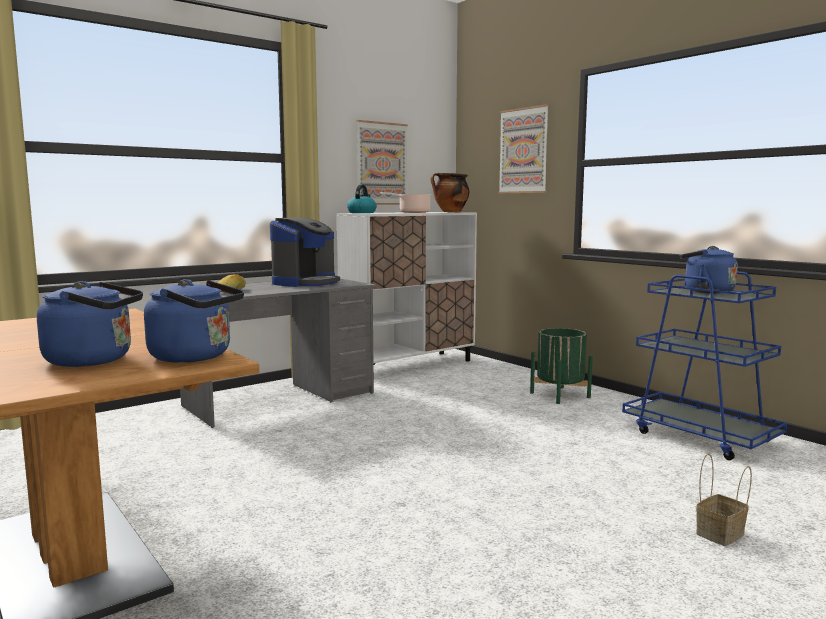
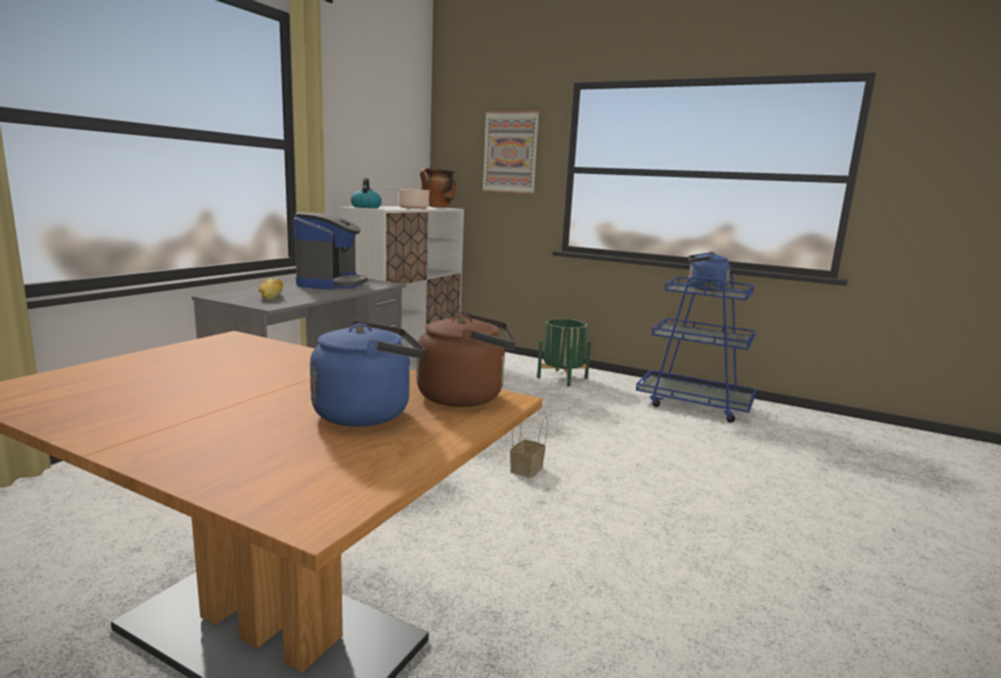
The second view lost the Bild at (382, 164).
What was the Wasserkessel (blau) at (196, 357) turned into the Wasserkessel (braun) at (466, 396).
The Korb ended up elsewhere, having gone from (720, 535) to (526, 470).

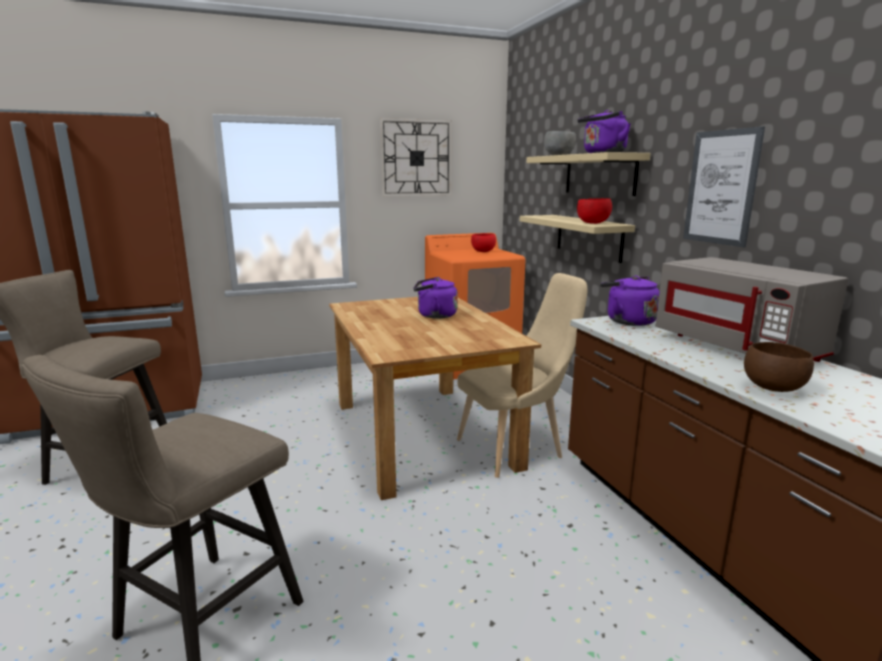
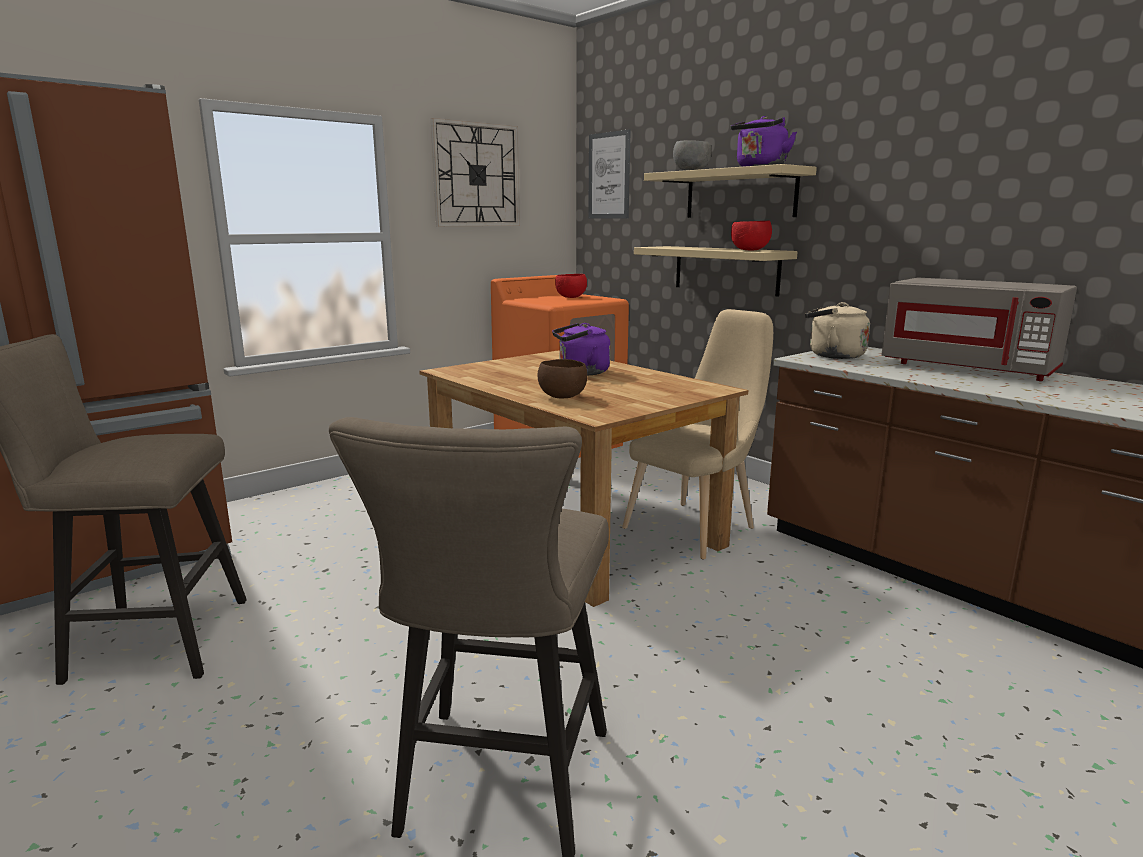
The Bild ended up elsewhere, having gone from (721, 187) to (609, 176).
What was the Wasserkessel (lila) at (627, 321) turned into the Wasserkessel (beige) at (832, 355).
The Schüssel (braun) ended up elsewhere, having gone from (772, 388) to (562, 397).

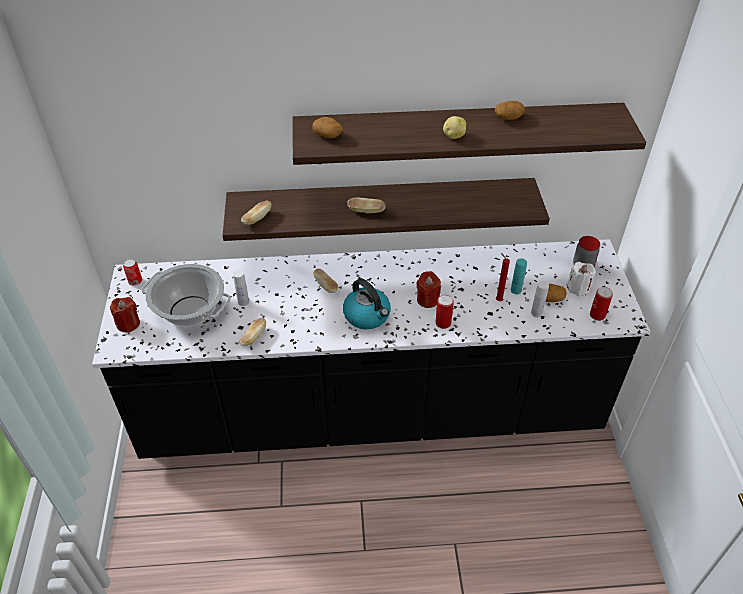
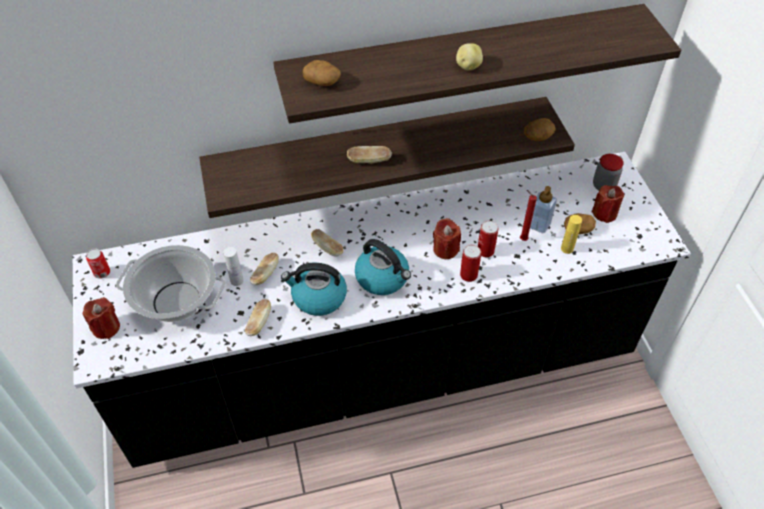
The Kartoffel ended up elsewhere, having gone from (508, 117) to (538, 137).
The Brot ended up elsewhere, having gone from (257, 218) to (265, 274).
Where the Flasche (türkis) stood at (516, 290), the Seifenspender came to stand at (539, 225).
What was the Kerze (weiß) at (578, 288) turned into the Kerze (rot) at (604, 213).
What was the Flasche (weiß) at (536, 313) turned into the Flasche (gelb) at (567, 249).
The Dose ended up elsewhere, having gone from (597, 315) to (485, 251).
The second view gained the Wasserkessel at (318, 297).

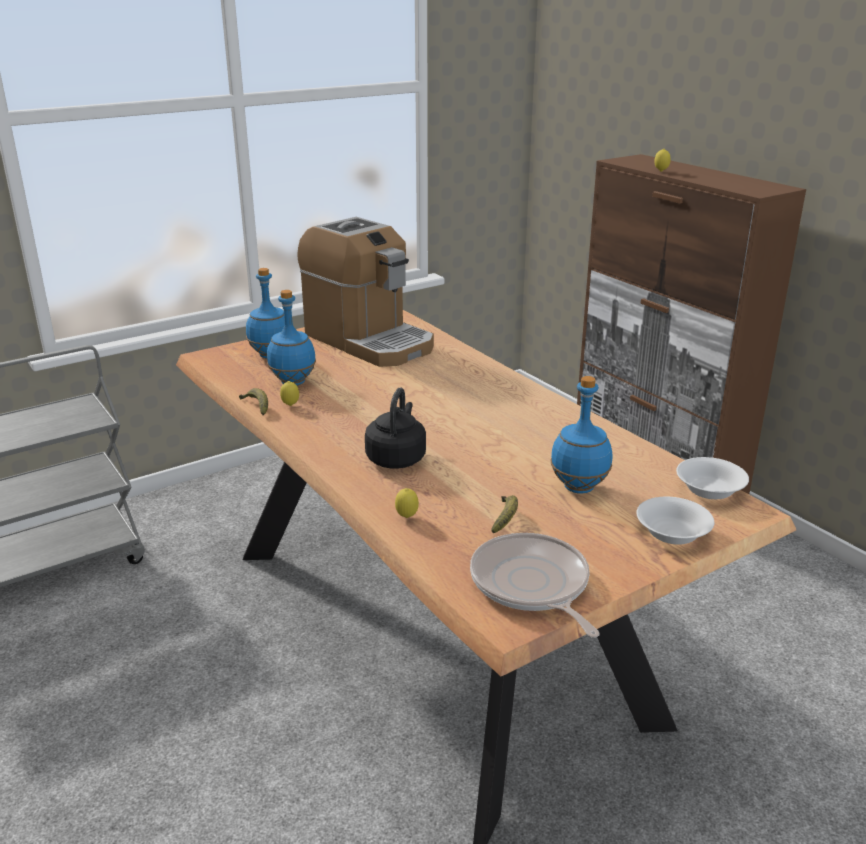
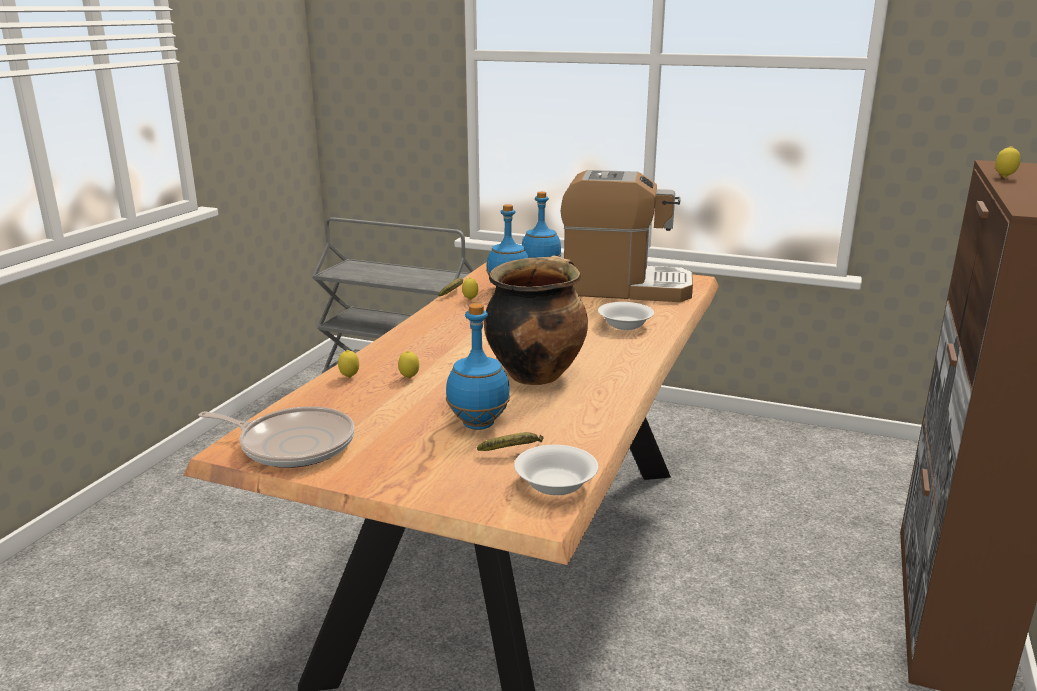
The Kaffeemaschine at (369, 341) ended up facing another way, 90 degrees counterclockwise from before.
The second view lost the Wasserkessel (schwarz) at (397, 457).
The Banane ended up elsewhere, having gone from (505, 519) to (513, 451).
The Schüssel (weiß) ended up elsewhere, having gone from (671, 533) to (625, 325).
The Pfanne at (531, 585) ended up facing another way, 75 degrees clockwise from before.
The second view gained the Kochtopf at (535, 373).
The second view gained the Zitrone at (409, 378).

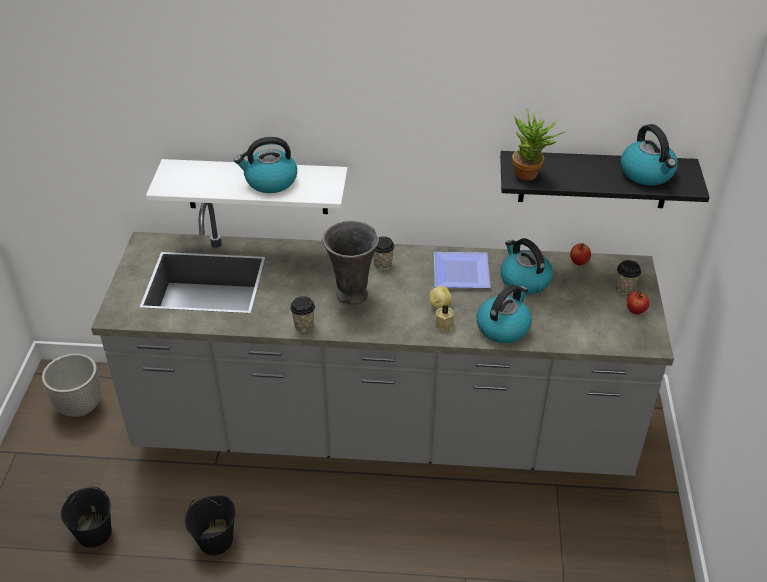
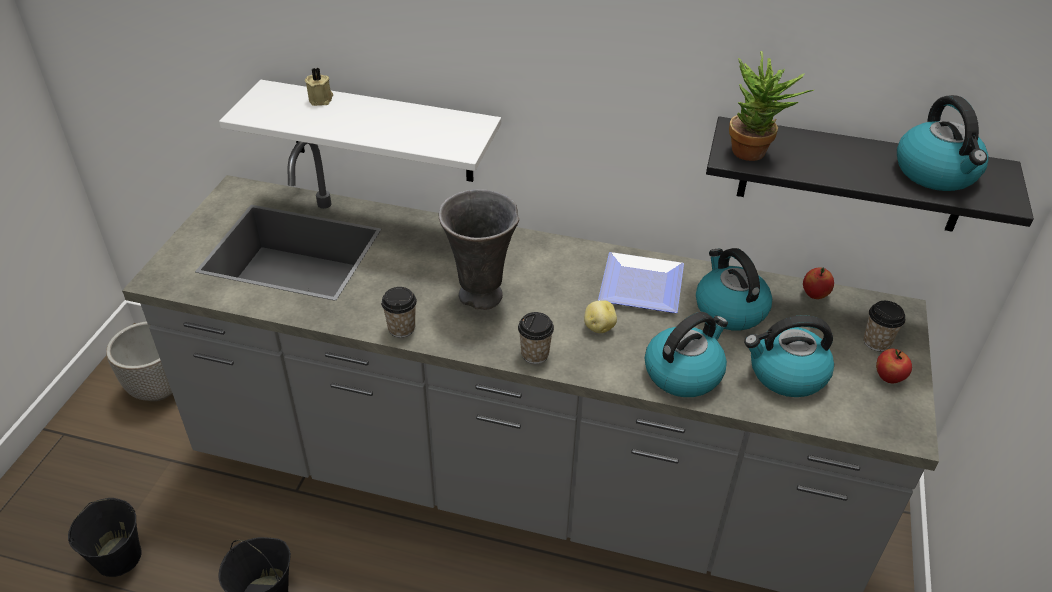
The Wasserkessel ended up elsewhere, having gone from (270, 181) to (786, 374).
The Tasse ended up elsewhere, having gone from (383, 264) to (535, 354).
The Kerze (beige) ended up elsewhere, having gone from (445, 324) to (321, 99).

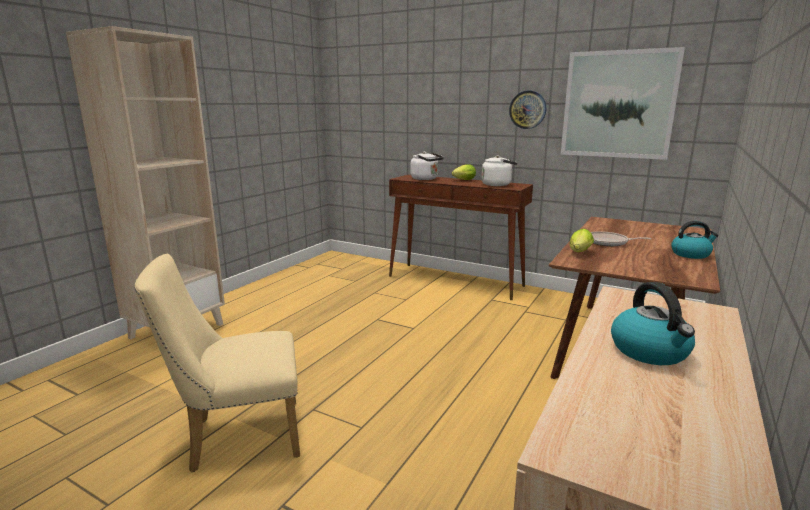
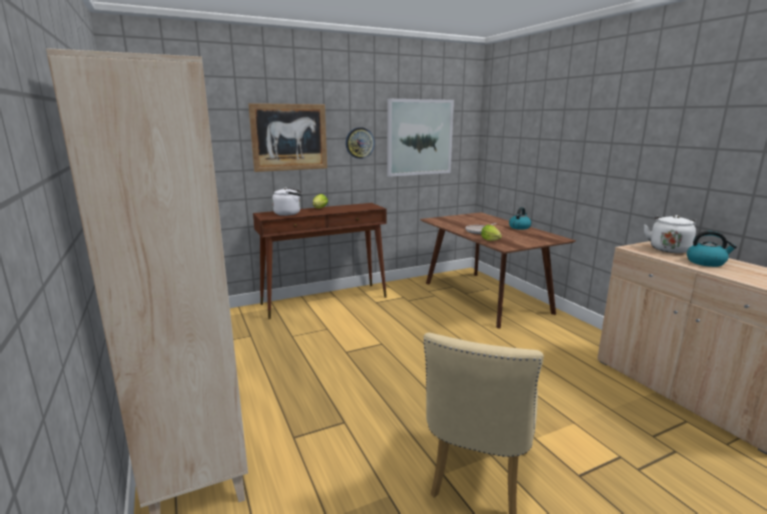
The Wasserkessel (weiß) ended up elsewhere, having gone from (498, 184) to (668, 249).
The second view gained the Bild at (289, 137).

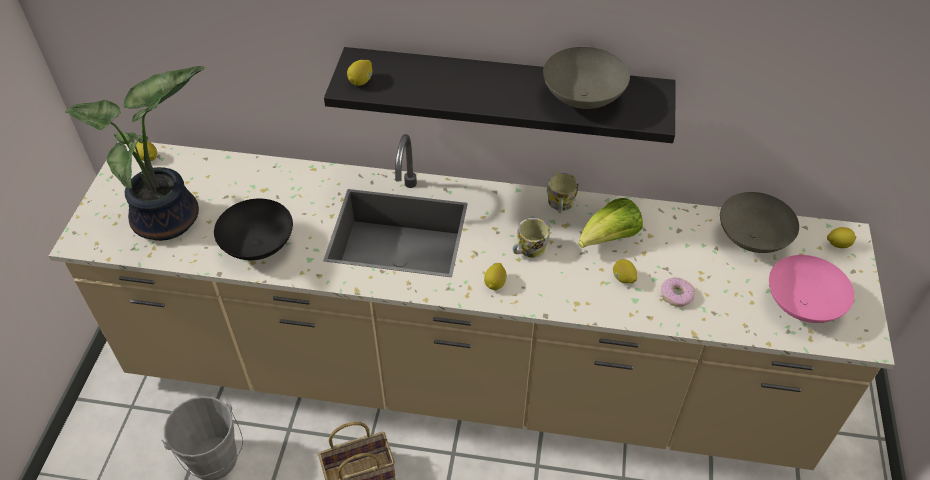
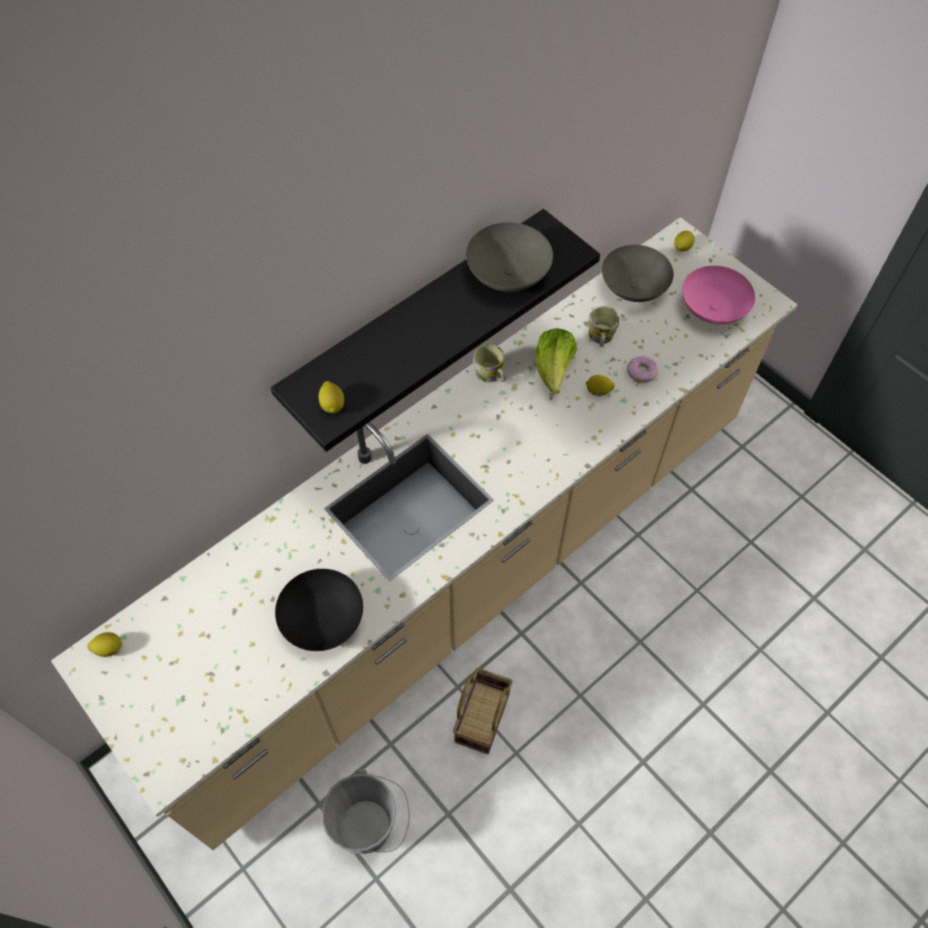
The second view lost the Topfpflanze at (170, 221).
The Henkelbecher ended up elsewhere, having gone from (528, 249) to (601, 337).
The second view lost the Zitrone at (495, 283).

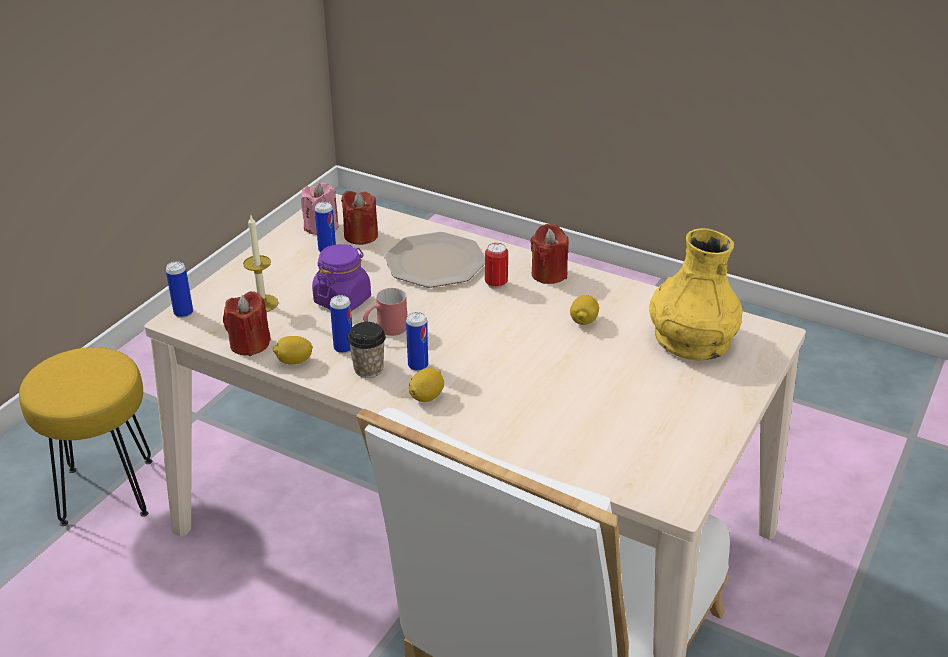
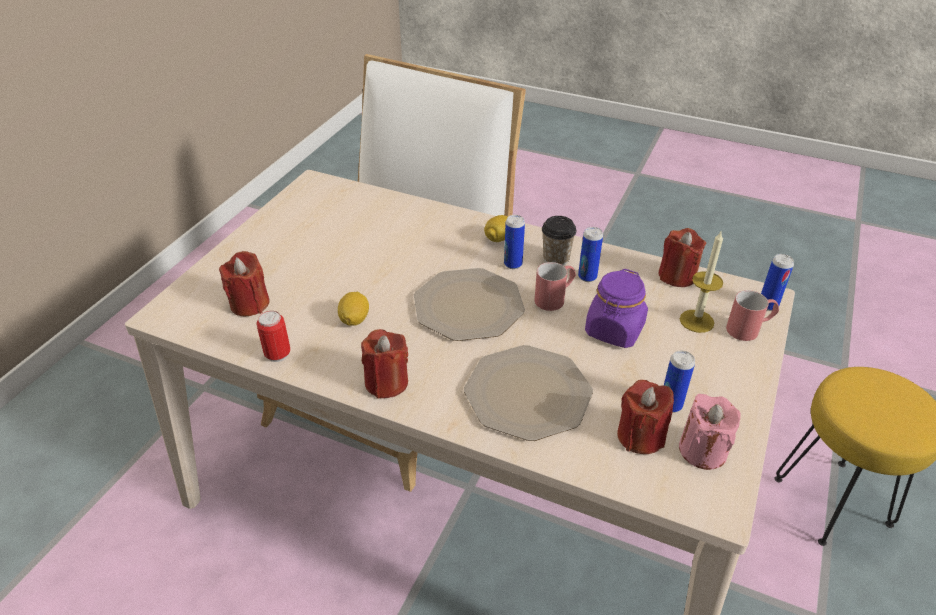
Where the Vase (gelb) stood at (691, 340), the Kerze (rot) came to stand at (250, 304).
The Dose ended up elsewhere, having gone from (496, 284) to (278, 354).
The second view lost the Zitrone at (294, 361).
The second view gained the Teller at (468, 306).
The second view gained the Henkelbecher (rot) at (749, 329).

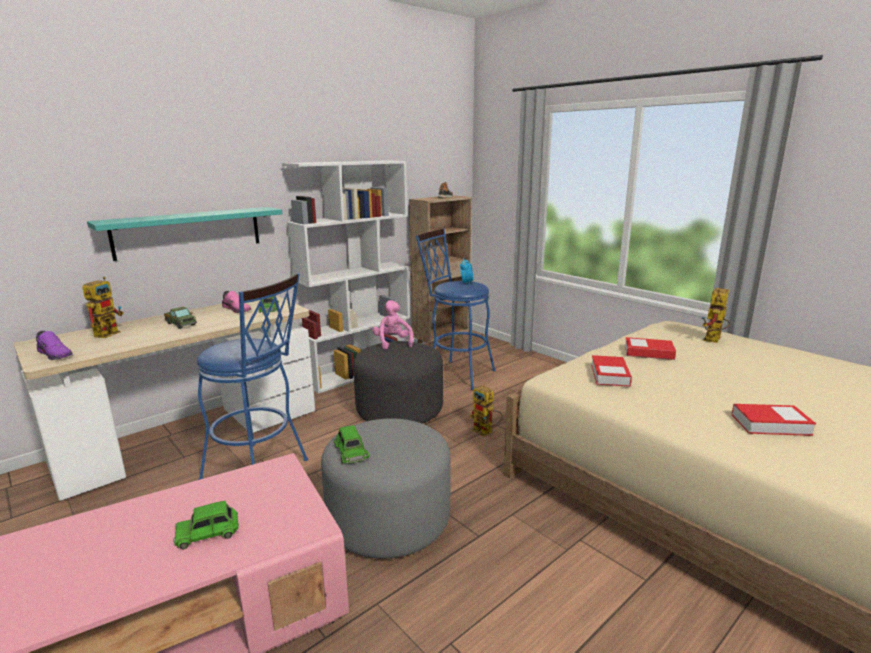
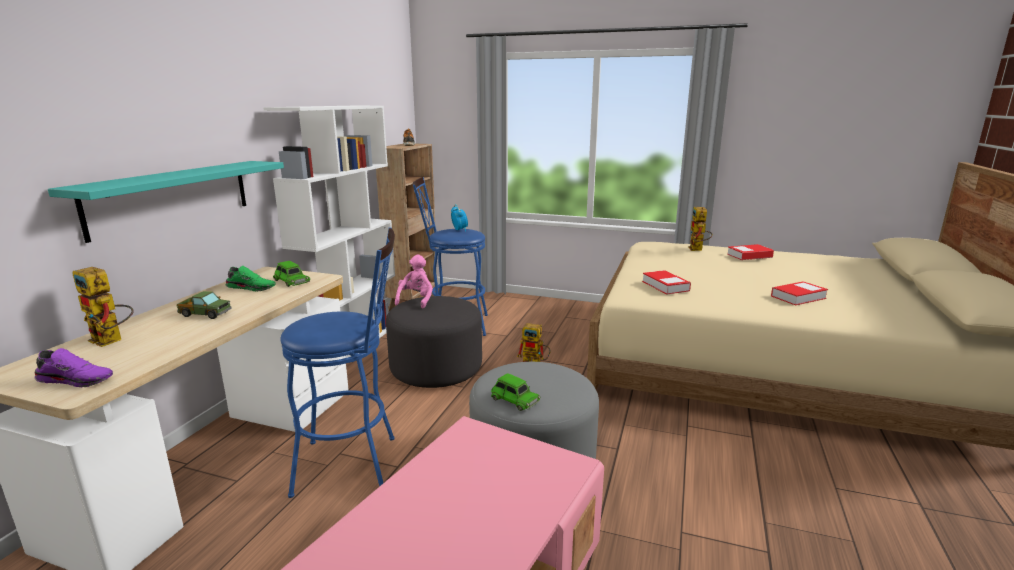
The Spielzeugroboter at (109, 332) ended up facing another way, 135 degrees clockwise from before.
What was the Schuh (rosa) at (237, 309) turned into the Schuh (grün) at (252, 288).
The Plüschtier (rosa) at (392, 343) ended up facing another way, 60 degrees clockwise from before.
The Buch ended up elsewhere, having gone from (648, 353) to (749, 256).
The second view lost the Spielzeugauto (grün) at (208, 532).

